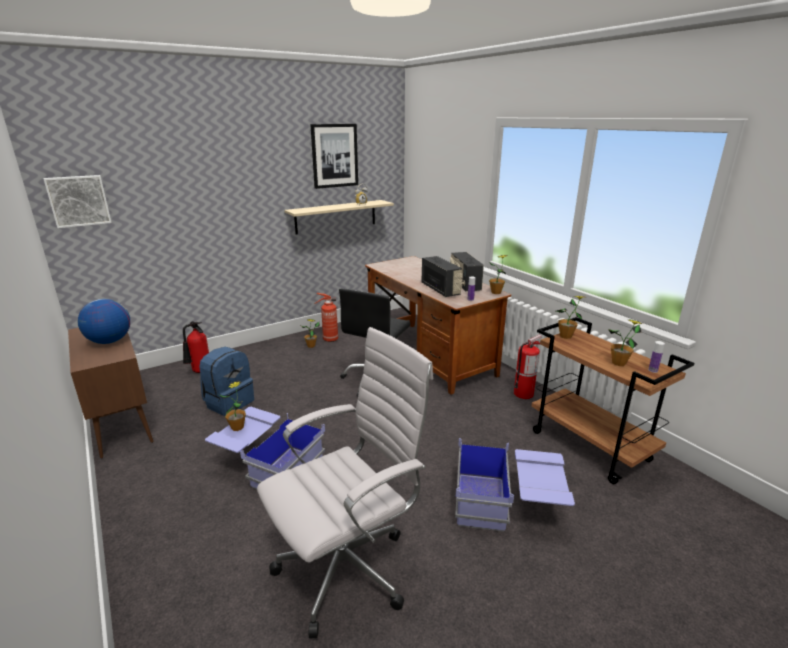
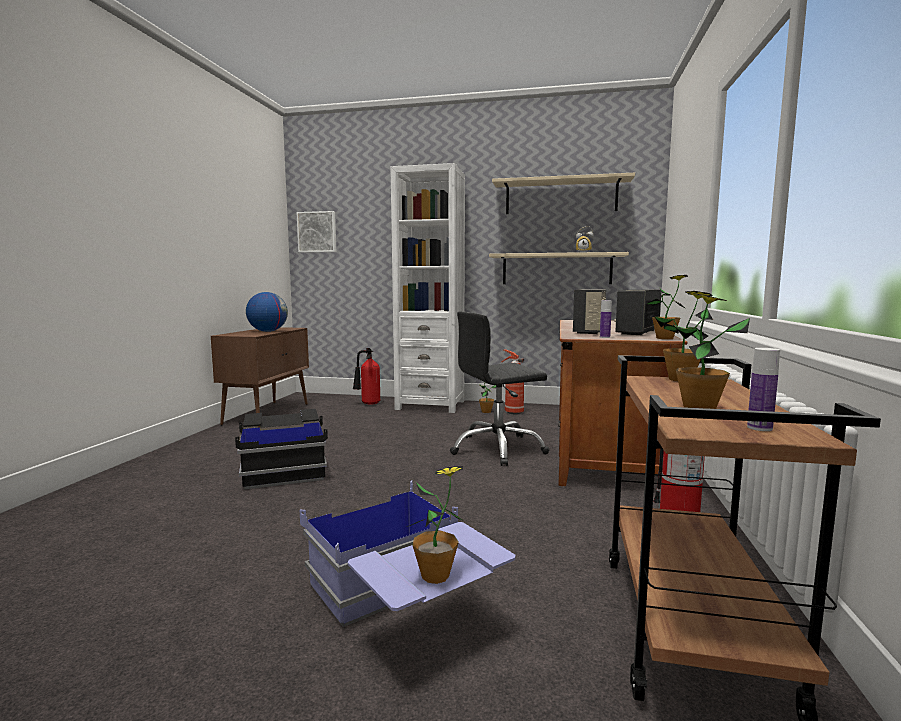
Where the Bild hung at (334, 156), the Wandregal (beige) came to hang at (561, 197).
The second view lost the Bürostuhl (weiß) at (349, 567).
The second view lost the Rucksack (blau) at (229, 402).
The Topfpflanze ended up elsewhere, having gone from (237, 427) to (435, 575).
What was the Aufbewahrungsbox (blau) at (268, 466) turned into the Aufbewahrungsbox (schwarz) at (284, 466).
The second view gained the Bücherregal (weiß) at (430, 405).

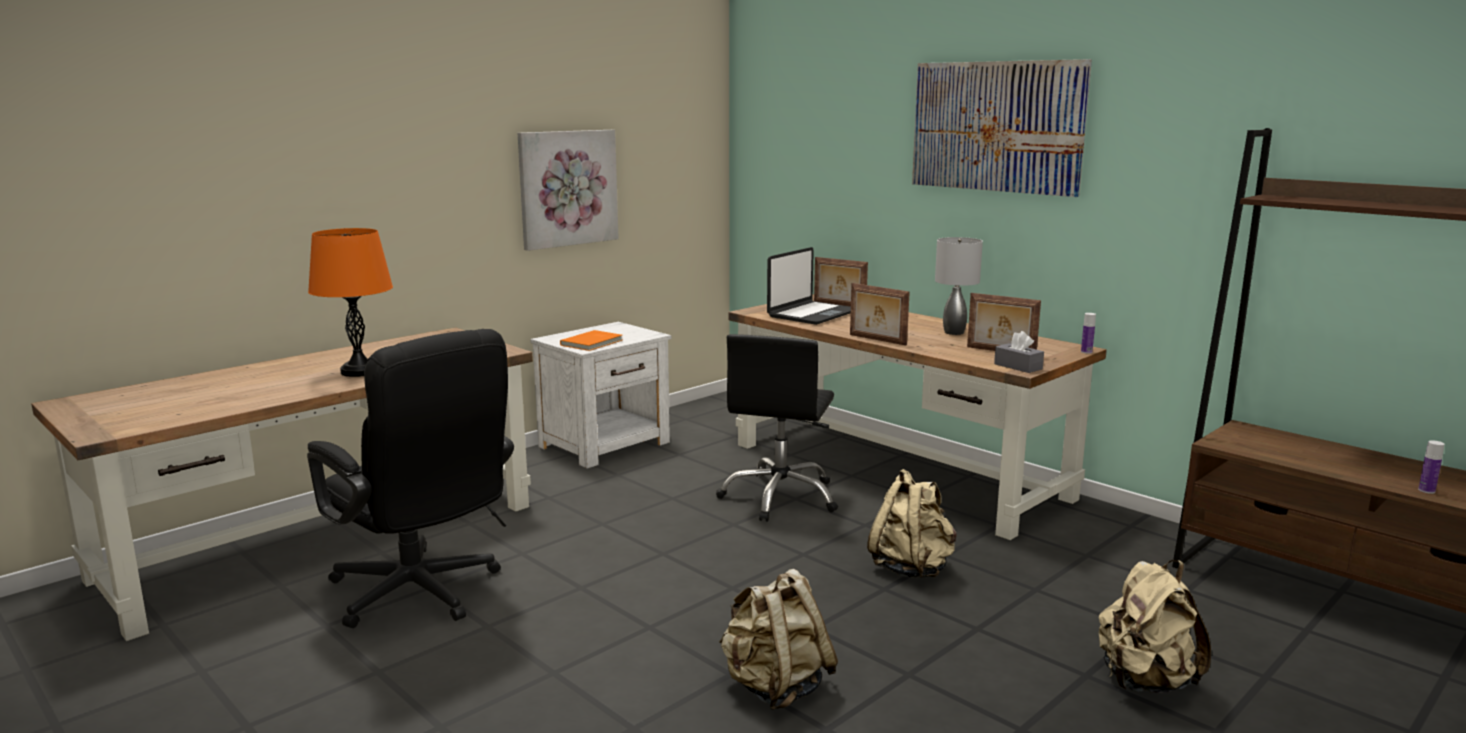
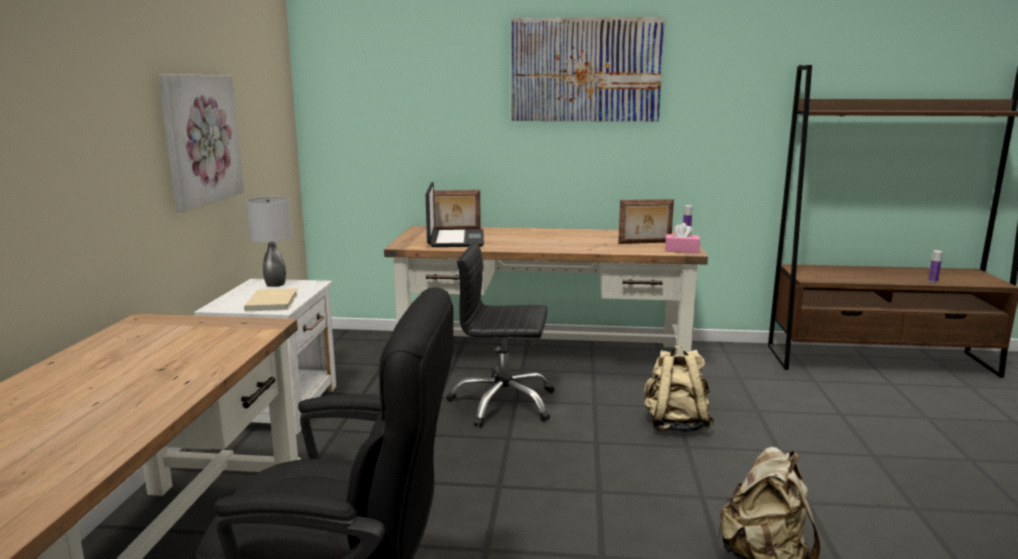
The second view lost the Tischlampe (orange) at (359, 371).
The Tischlampe (grau) ended up elsewhere, having gone from (953, 332) to (274, 284).
The second view lost the Bilderrahmen at (877, 340).
What was the Buch (orange) at (593, 342) turned into the Buch (beige) at (274, 301).
What was the Taschentuchbox (grau) at (1018, 366) turned into the Taschentuchbox (rosa) at (681, 250).
The Bürostuhl (schwarz) at (780, 497) ended up facing another way, 120 degrees clockwise from before.
The second view lost the Rucksack (beige) at (1144, 681).

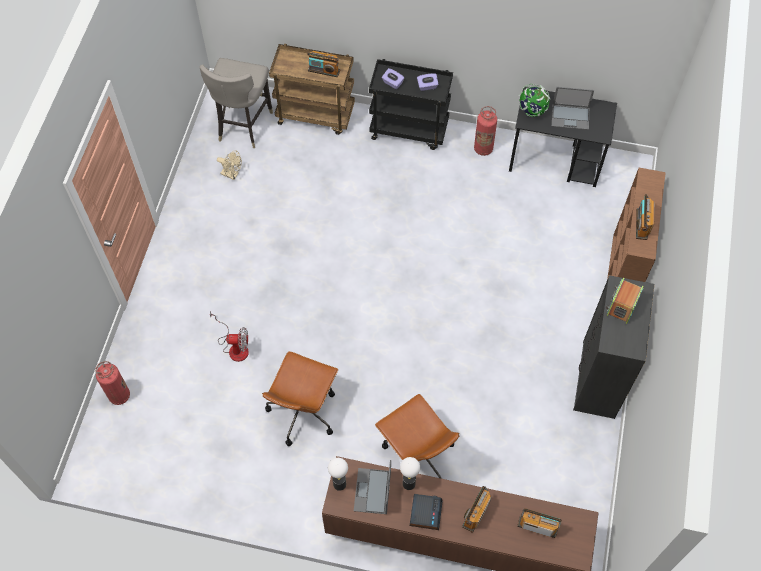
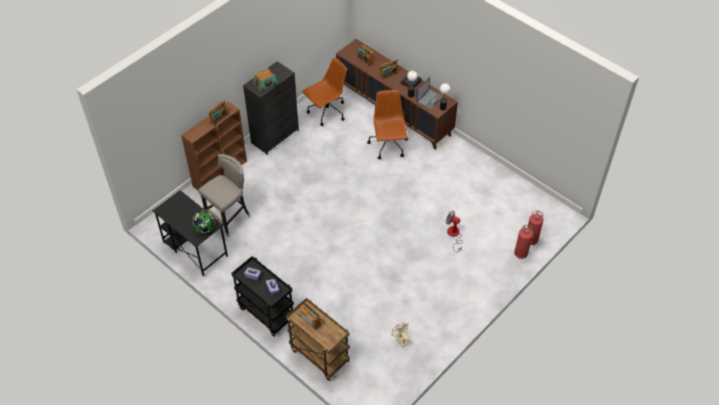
The Hocker (grau) ended up elsewhere, having gone from (243, 126) to (229, 218).
The second view lost the Laptop at (570, 117).
The Feuerlöscher ended up elsewhere, having gone from (483, 148) to (520, 253).
The Bürostuhl (braun) ended up elsewhere, having gone from (302, 411) to (326, 112).

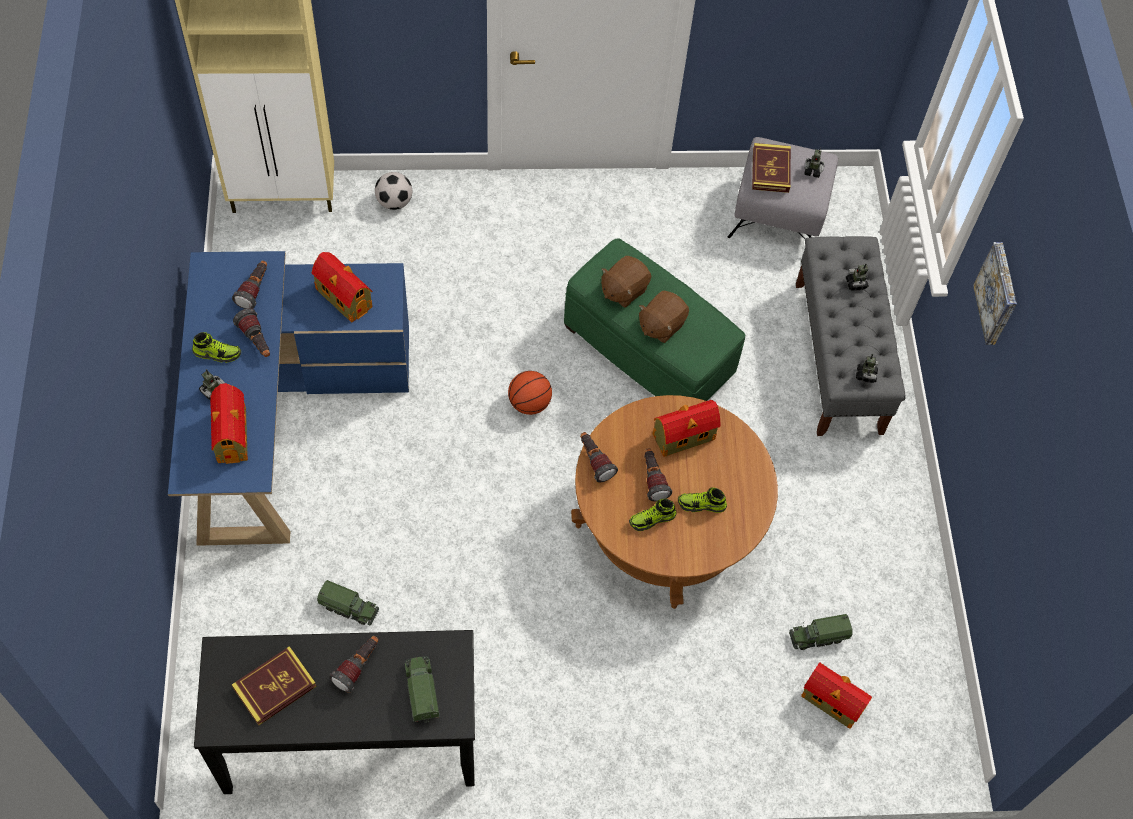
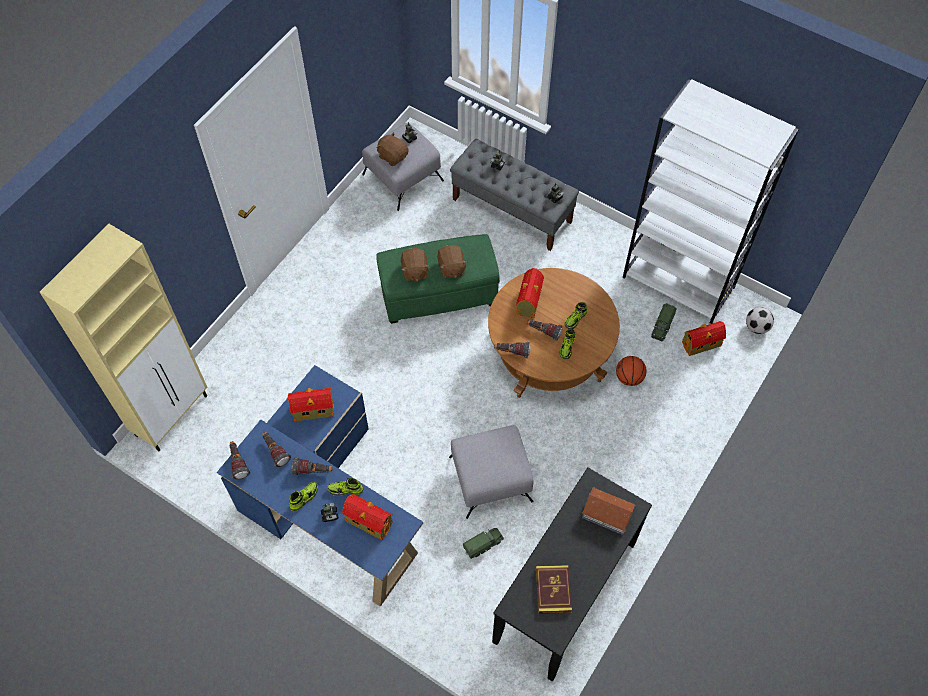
Where the Buch stood at (770, 170), the Plüschtier (braun) came to stand at (393, 156).
The Fußball ended up elsewhere, having gone from (394, 202) to (756, 327).
The second view lost the Bild at (998, 293).
The Basketball ended up elsewhere, having gone from (529, 403) to (629, 378).
The Taschenlampe ended up elsewhere, having gone from (358, 666) to (238, 462).
Where the Spielzeuglaster stood at (421, 691), the Spielzeughaus came to stand at (607, 514).
The second view gained the Bücherregal (weiß) at (679, 282).
The second view gained the Polsterhocker (grau) at (490, 479).
The second view gained the Schuh at (345, 490).

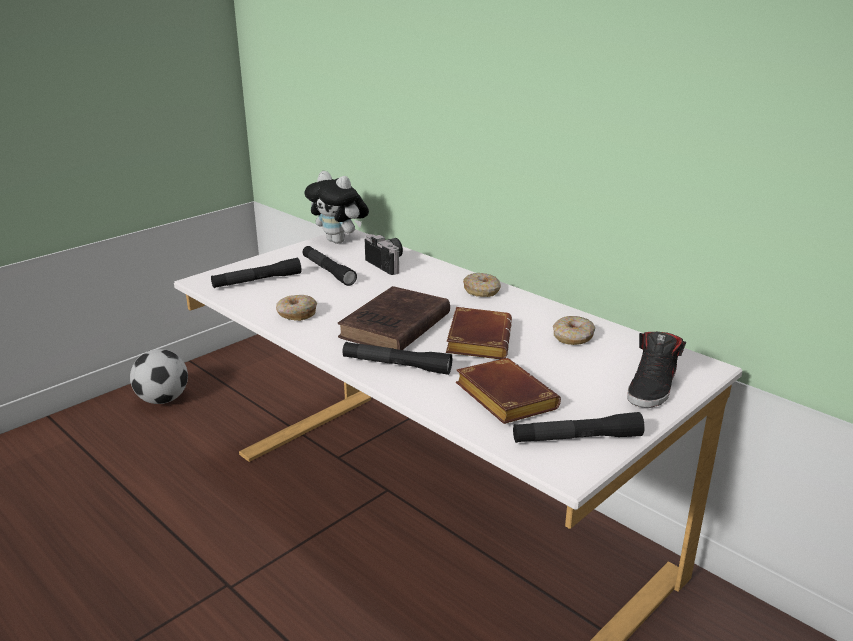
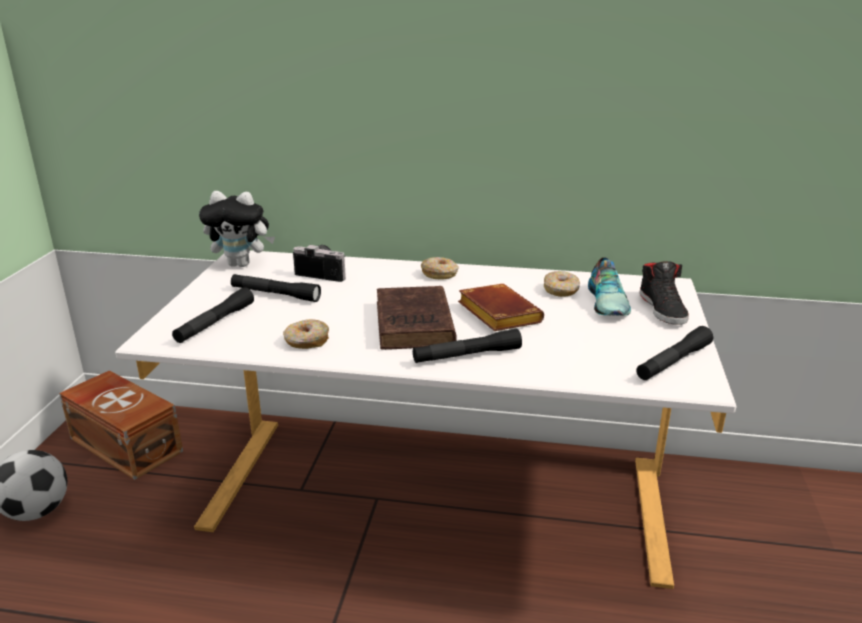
The second view lost the Buch (braun) at (502, 398).
The second view gained the Schuh at (608, 302).
The second view gained the Aufbewahrungsbox (braun) at (126, 443).

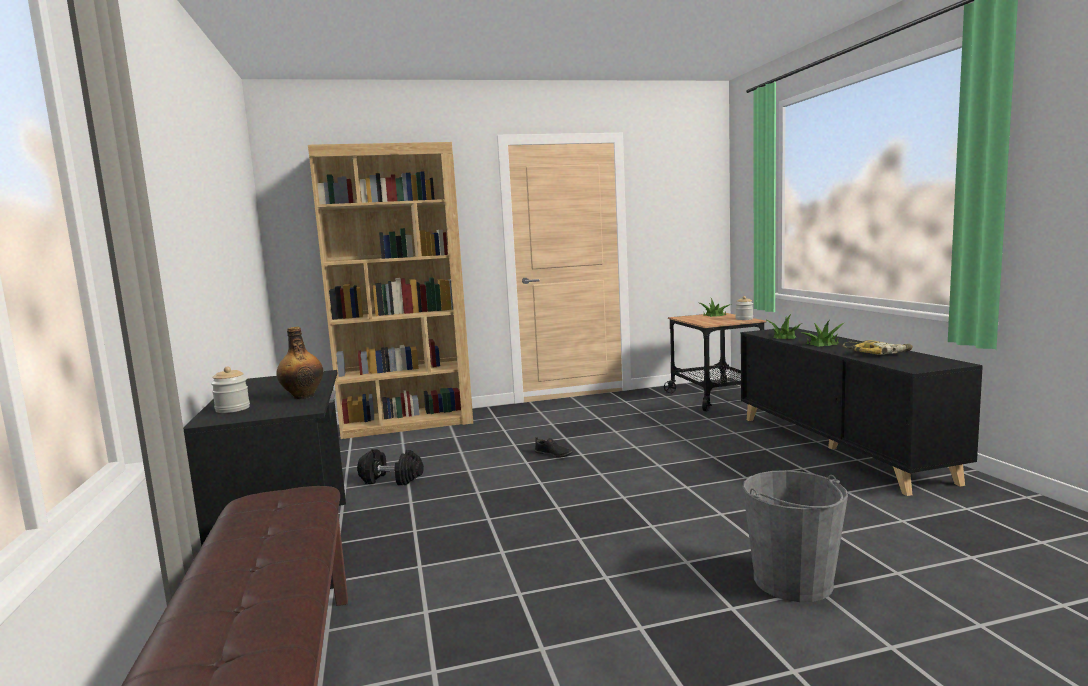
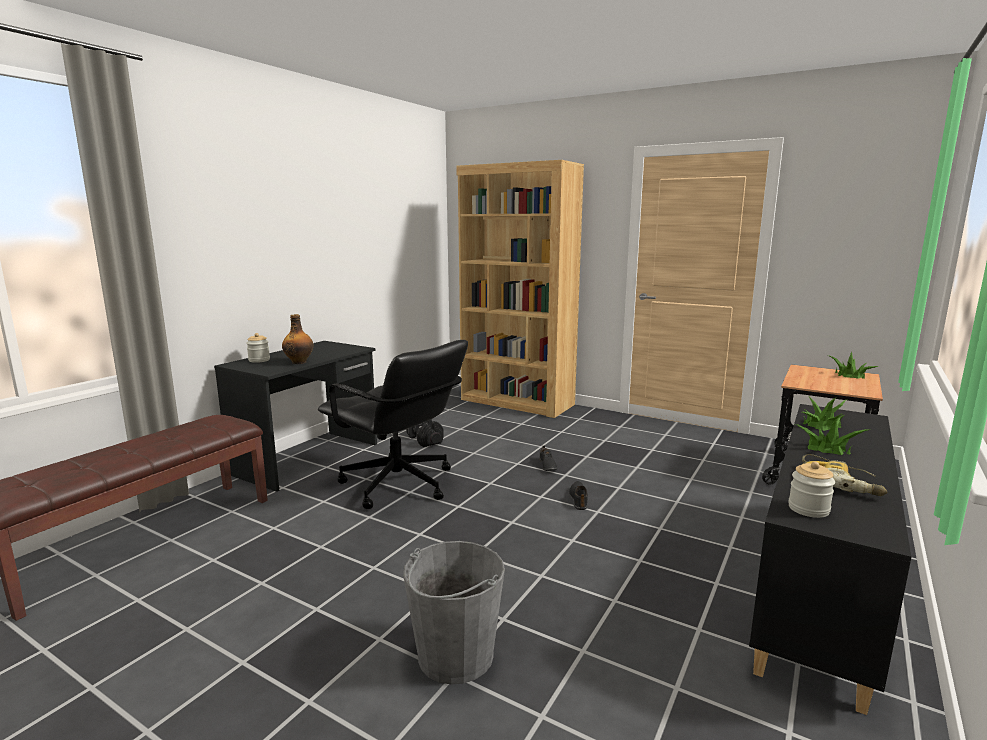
The Vorratsglas ended up elsewhere, having gone from (744, 319) to (808, 509).
The second view gained the Bürostuhl (schwarz) at (398, 485).
The second view gained the Schuh (schwarz) at (579, 498).

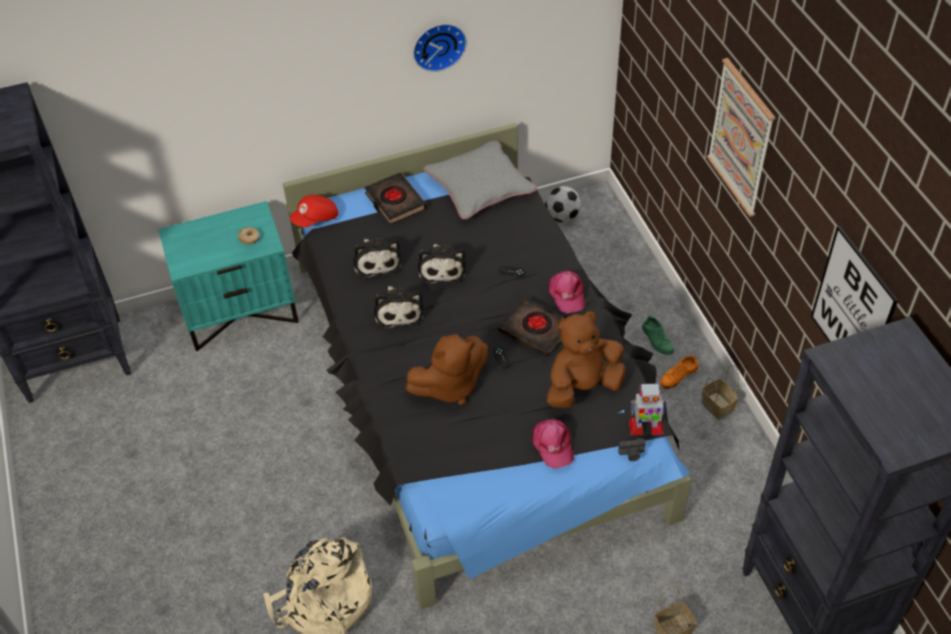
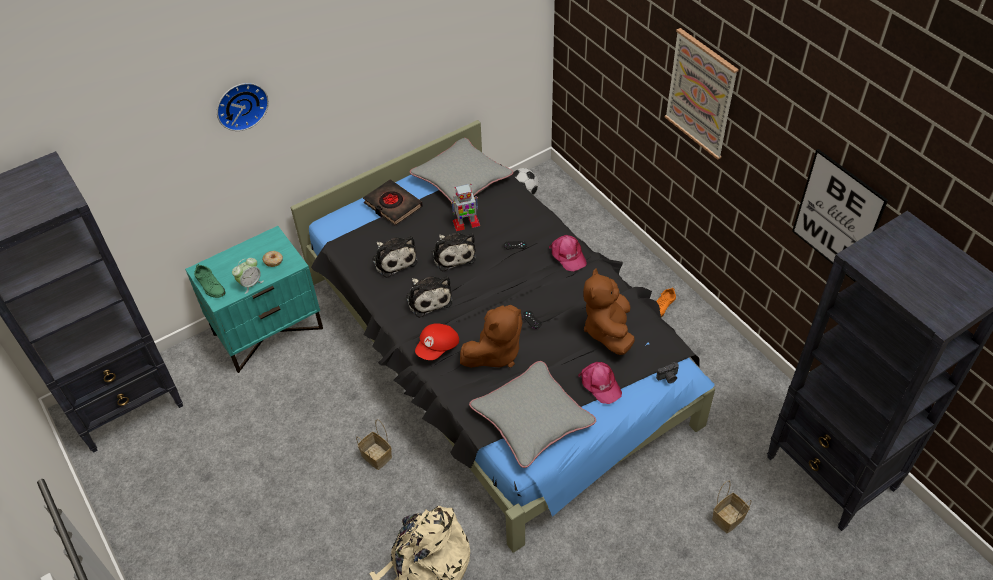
The Wanduhr ended up elsewhere, having gone from (438, 45) to (240, 104).
The Kappe (rot) ended up elsewhere, having gone from (316, 219) to (438, 348).
The second view lost the Buch (schwarz) at (535, 330).
The Plüschtier (braun) at (582, 387) ended up facing another way, 45 degrees counterclockwise from before.
The Schuh (grün) ended up elsewhere, having gone from (657, 340) to (210, 285).
The Korb ended up elsewhere, having gone from (716, 405) to (375, 456).
The Spielzeugroboter ended up elsewhere, having gone from (645, 426) to (466, 223).
The second view gained the Wecker at (250, 284).
The second view gained the Kissen (grau) at (532, 418).

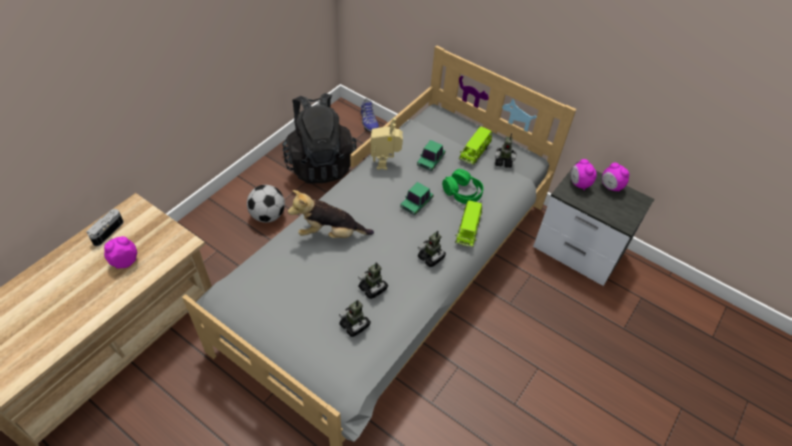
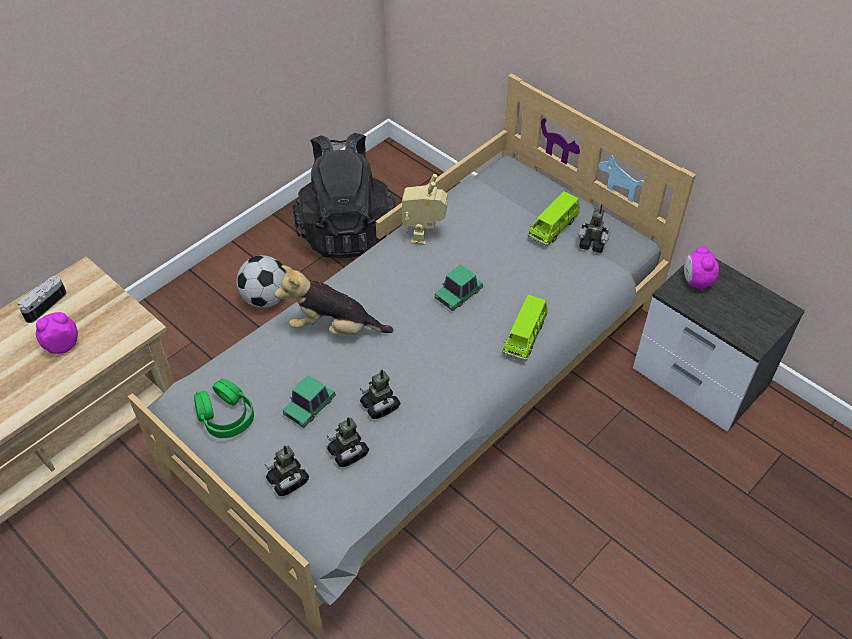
The second view lost the Schuh at (368, 122).
The Spielzeugauto ended up elsewhere, having gone from (431, 160) to (310, 406).
The second view lost the Wecker at (610, 187).
The Kopfhörer (grün) ended up elsewhere, having gone from (462, 192) to (226, 416).
The Spielzeugroboter ended up elsewhere, having gone from (431, 257) to (288, 480).

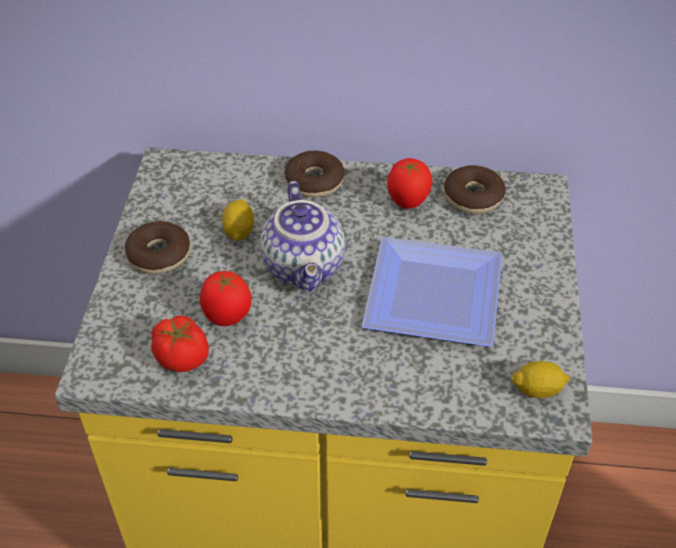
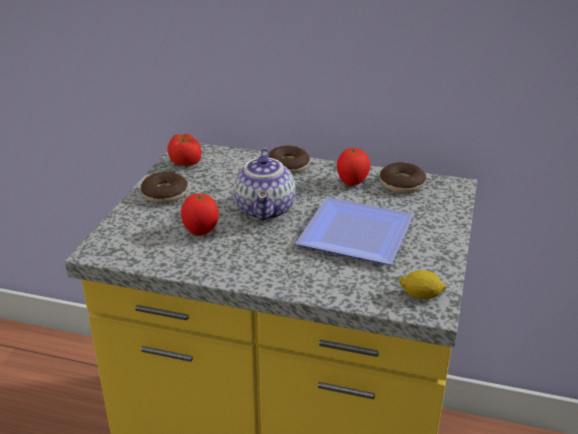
The second view lost the Zitrone at (239, 231).
The Tomate ended up elsewhere, having gone from (182, 358) to (185, 163).

